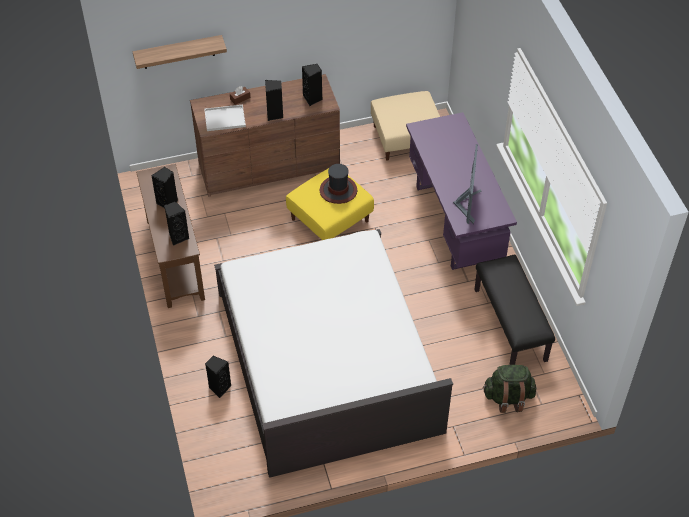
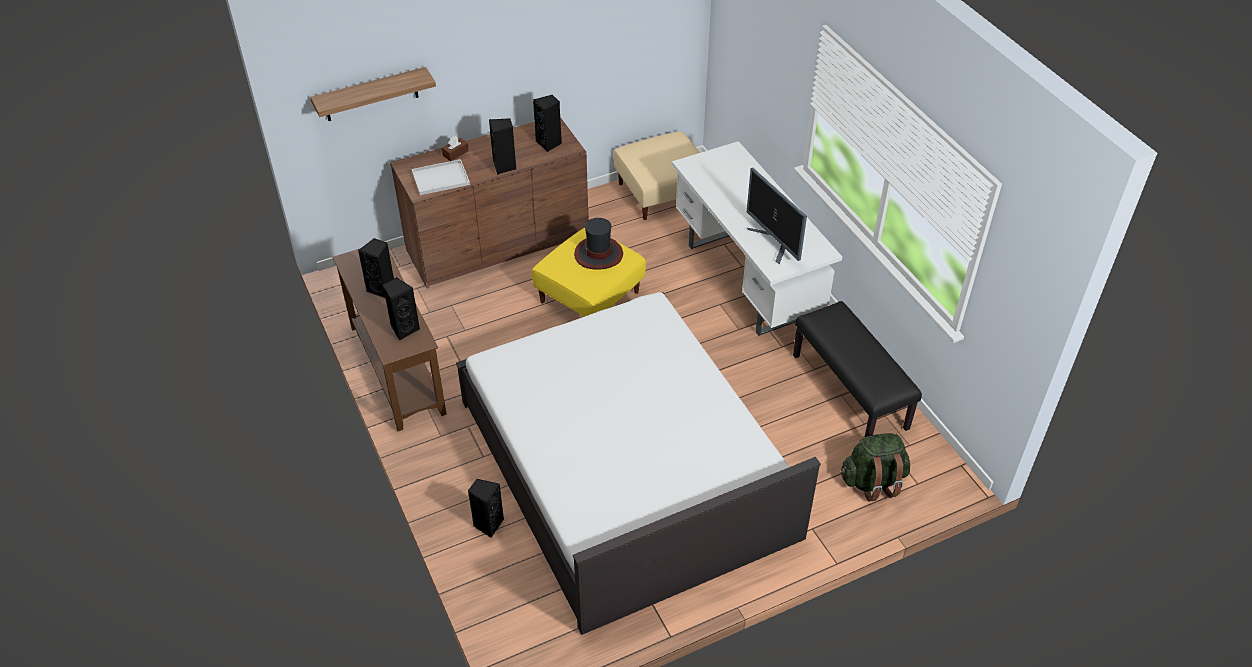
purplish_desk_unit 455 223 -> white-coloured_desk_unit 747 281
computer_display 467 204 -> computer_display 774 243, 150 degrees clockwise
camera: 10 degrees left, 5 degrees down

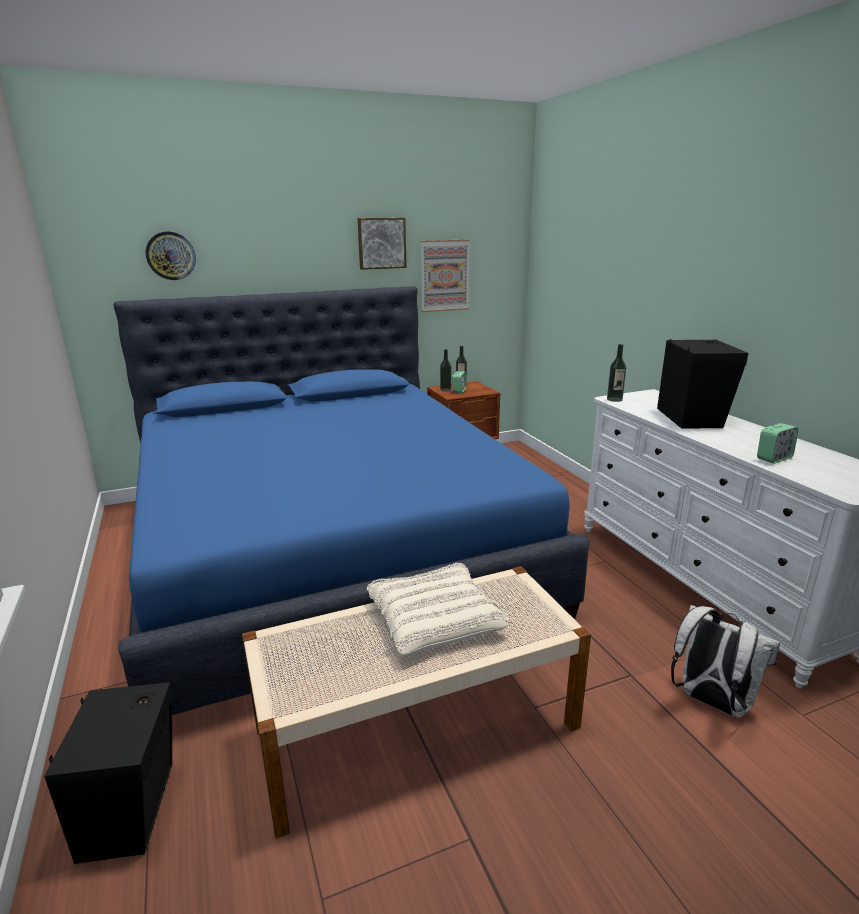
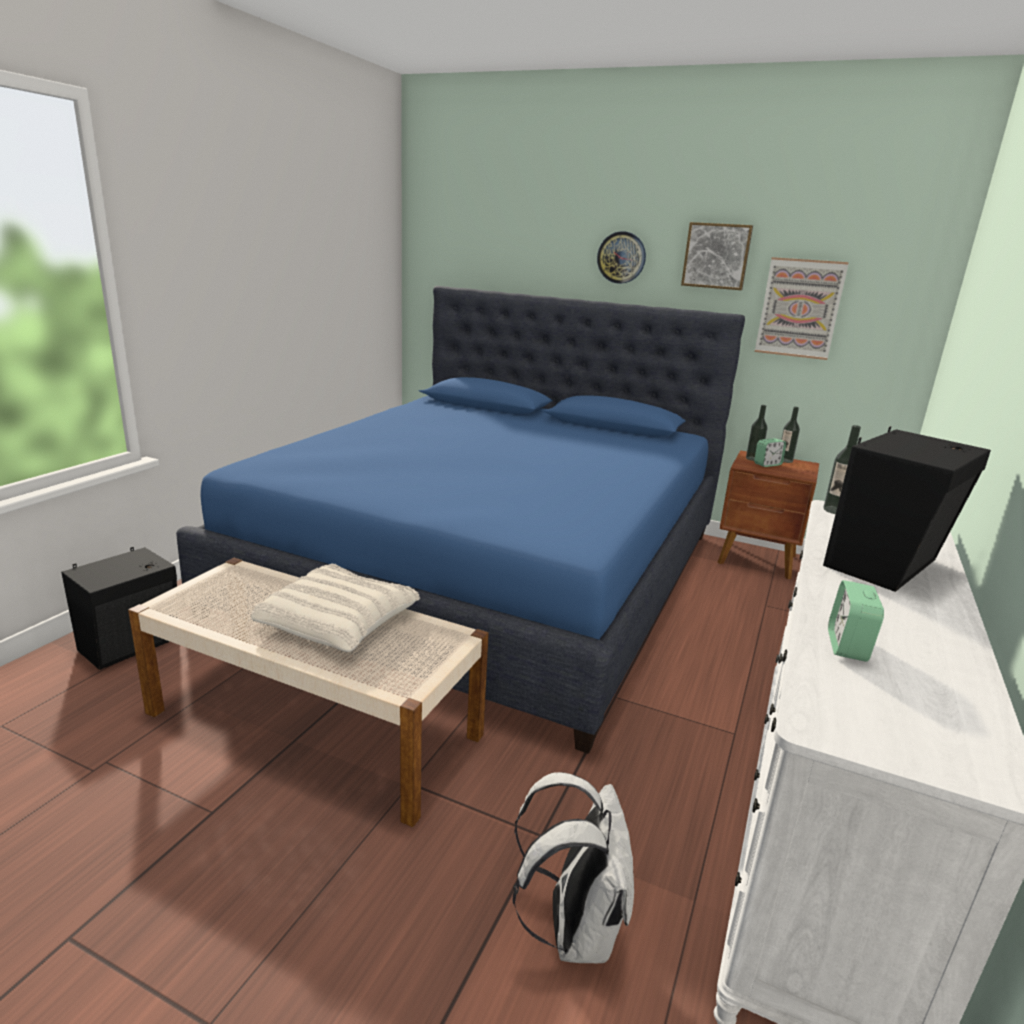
hanging_clock 171 256 -> hanging_clock 621 257, move
table_clock 773 458 -> table_clock 847 646, 90 degrees clockwise
camera: 45 degrees right, 0 degrees up

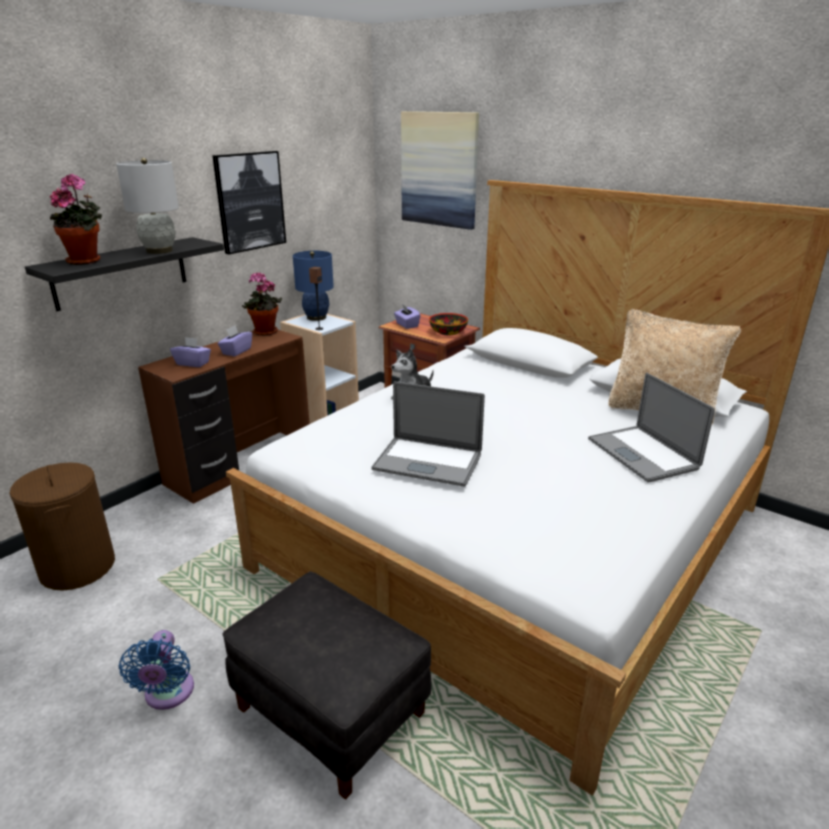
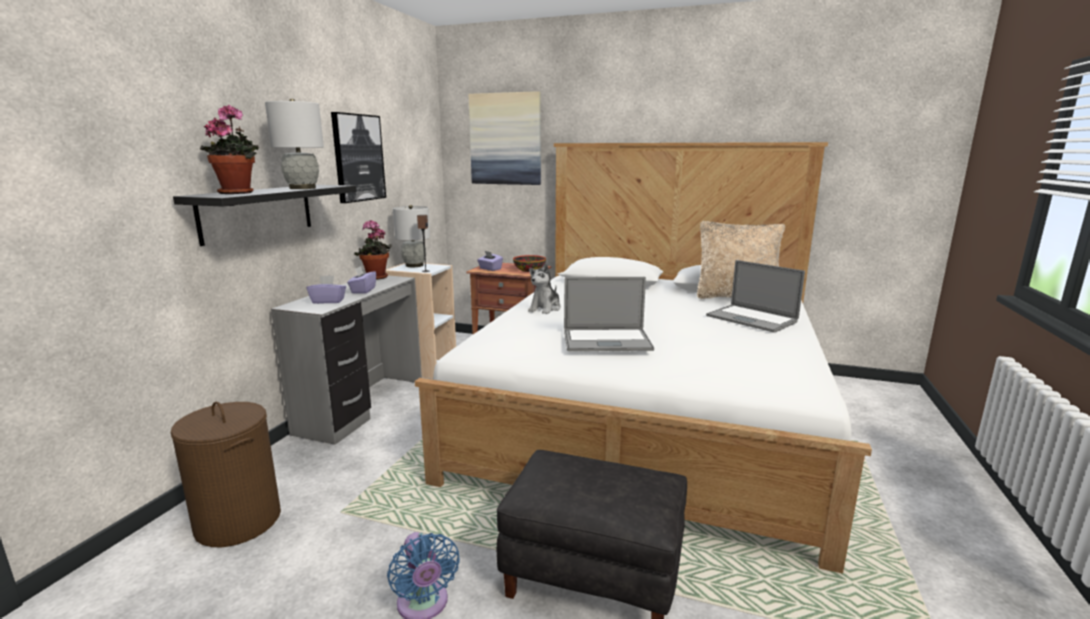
brownish_desk_unit 242 464 -> grey_desk_unit 364 406
blue_table_lamp 316 317 -> white-coloured_table_lamp 414 265
camera: 20 degrees left, 10 degrees down

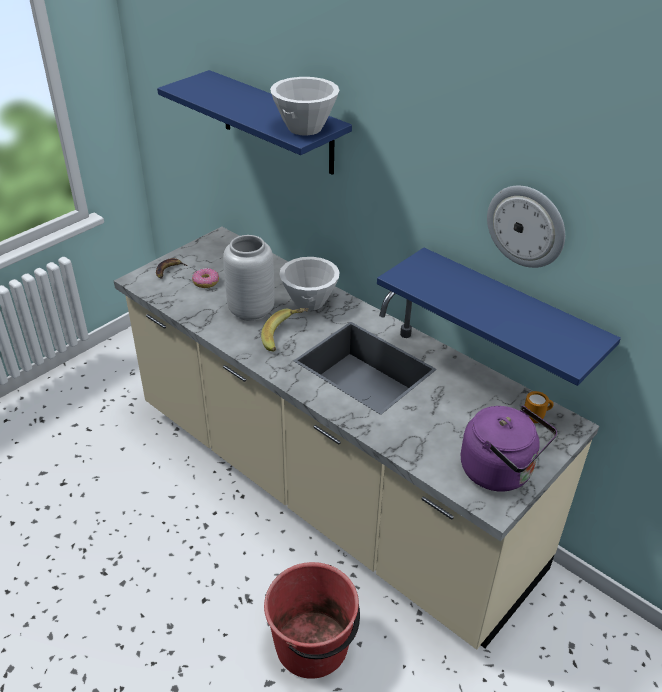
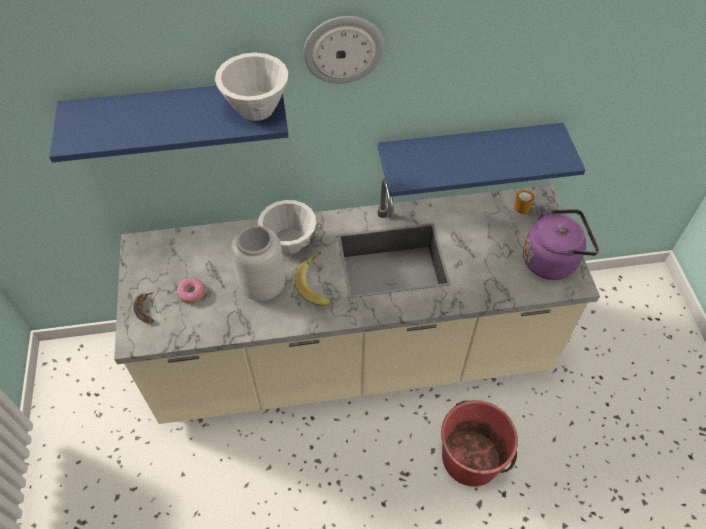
hanging_clock 526 226 -> hanging_clock 343 49, move
camera: 50 degrees left, 15 degrees up

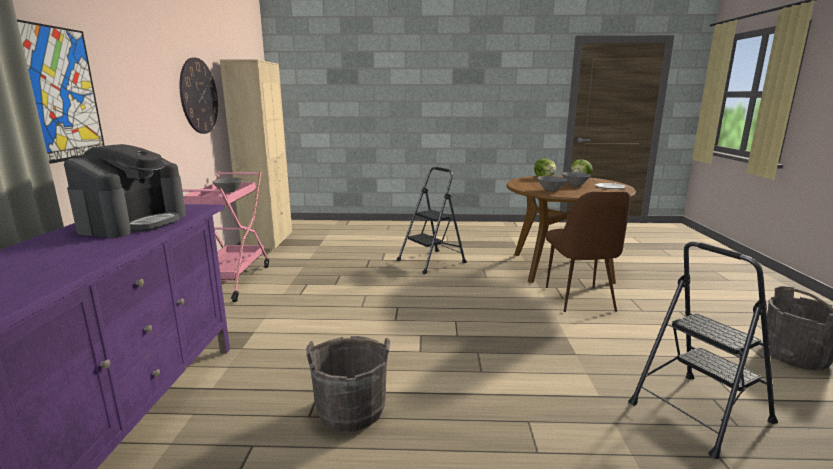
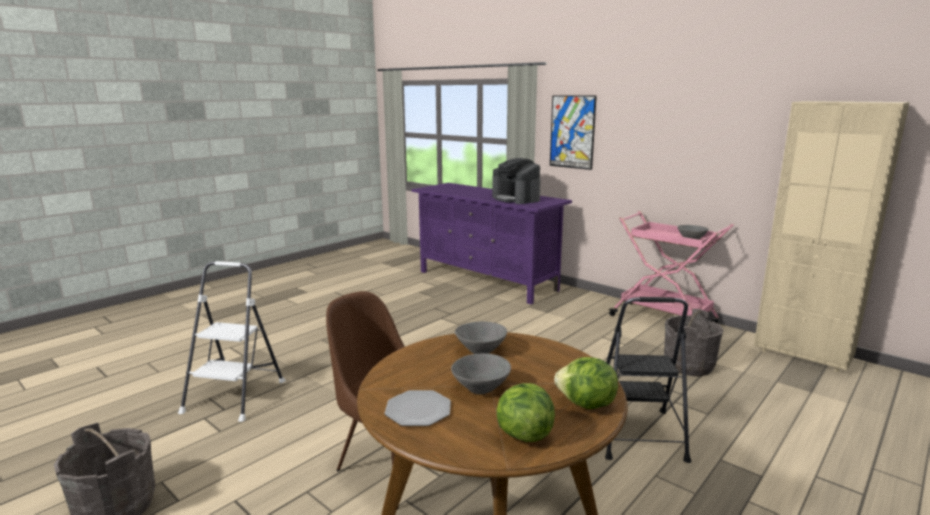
hanging_clock 199 96 -> none
grey_bucket 351 410 -> grey_bucket 688 365, move
black-coloured_step_stool 697 412 -> white-coloured_step_stool 236 394
camera: 130 degrees right, 0 degrees up

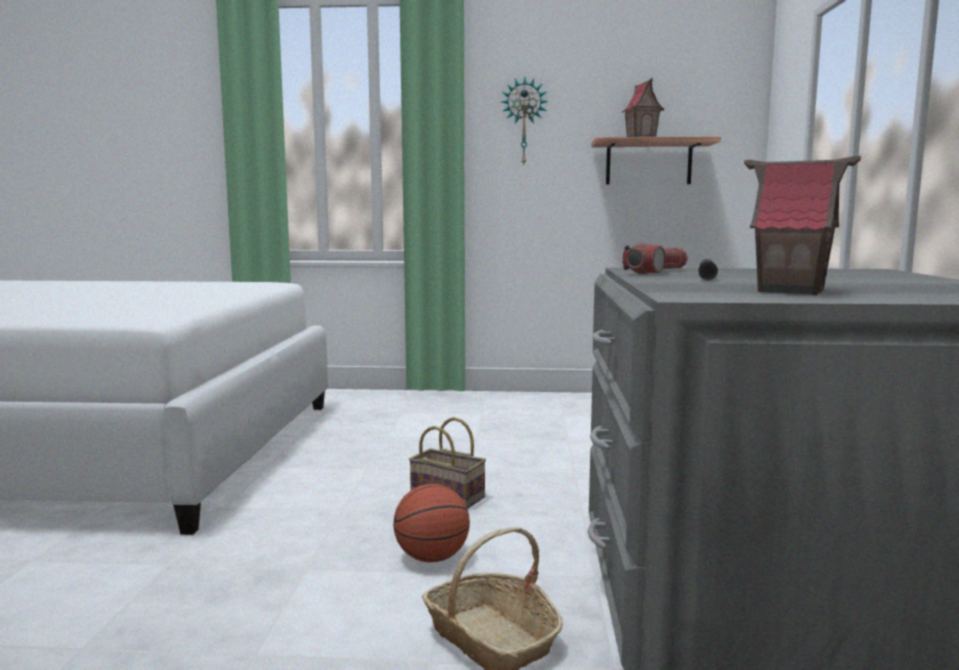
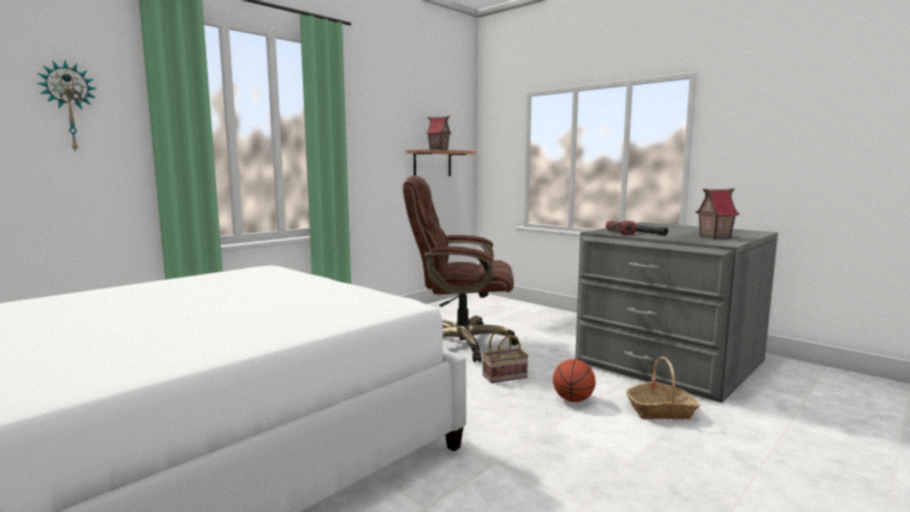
none -> brownish_desk_chair 462 343
hanging_clock 524 122 -> hanging_clock 69 107, move
camera: 50 degrees left, 0 degrees up

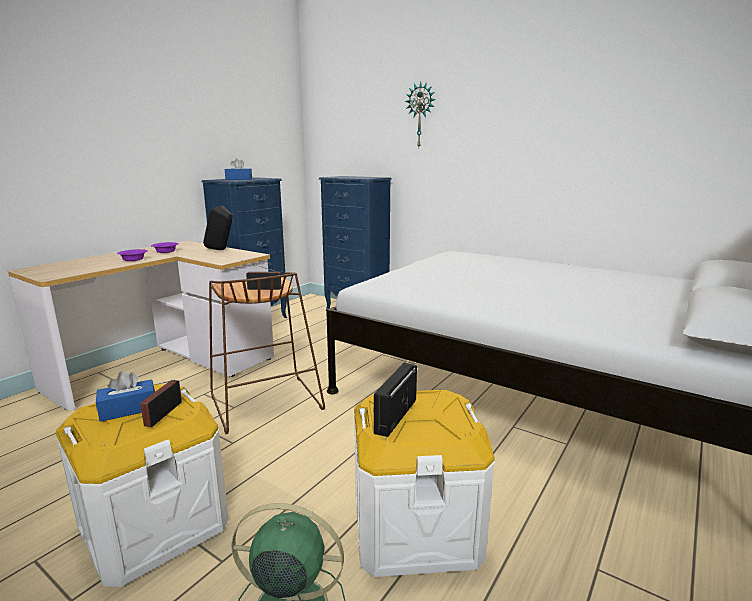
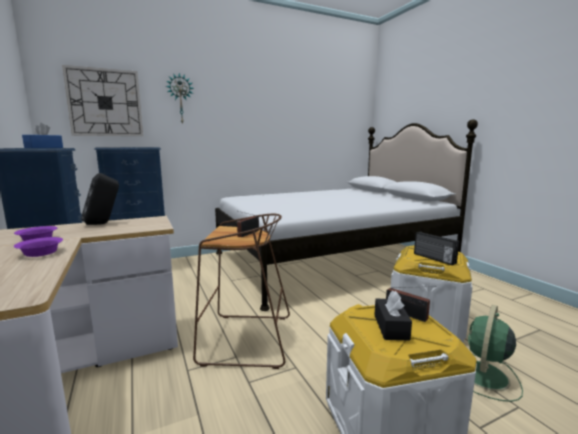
none -> hanging_clock 105 103
blue_box_of_tissues 128 409 -> black-coloured_box_of_tissues 391 327
camera: 60 degrees left, 5 degrees down

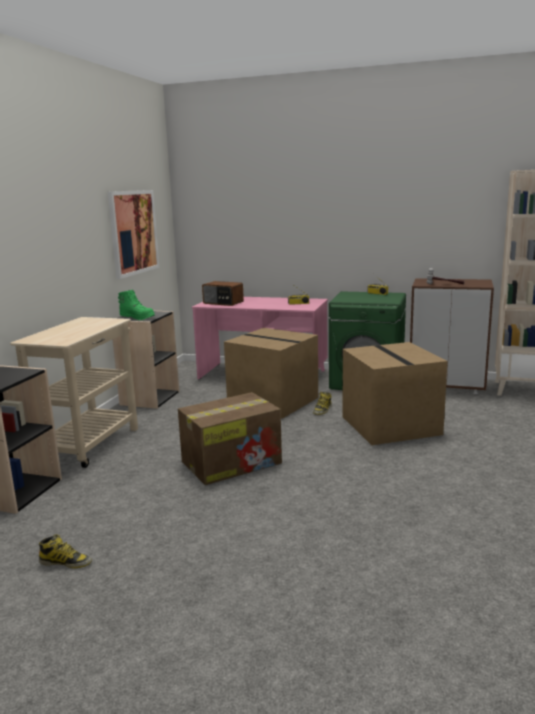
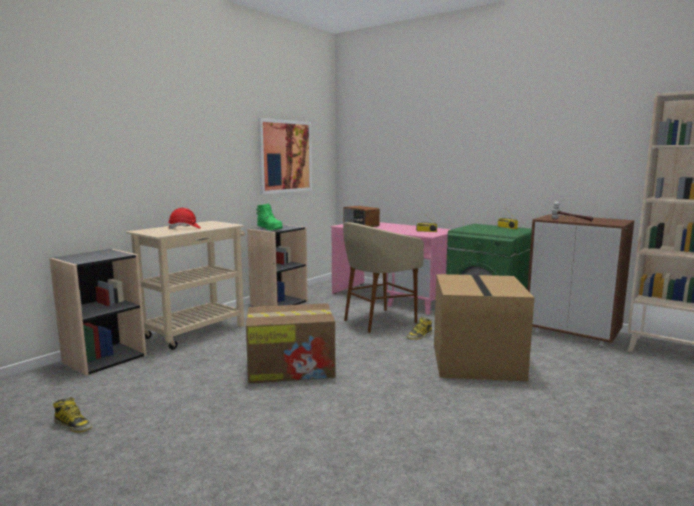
none -> reddish_safety_helmet 184 228
cardboard_box 271 401 -> beige_stool 378 321
camera: 20 degrees right, 5 degrees down

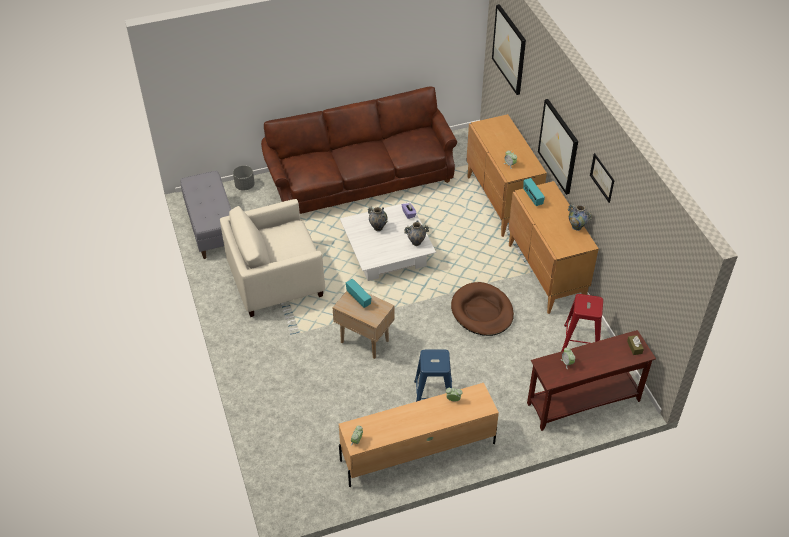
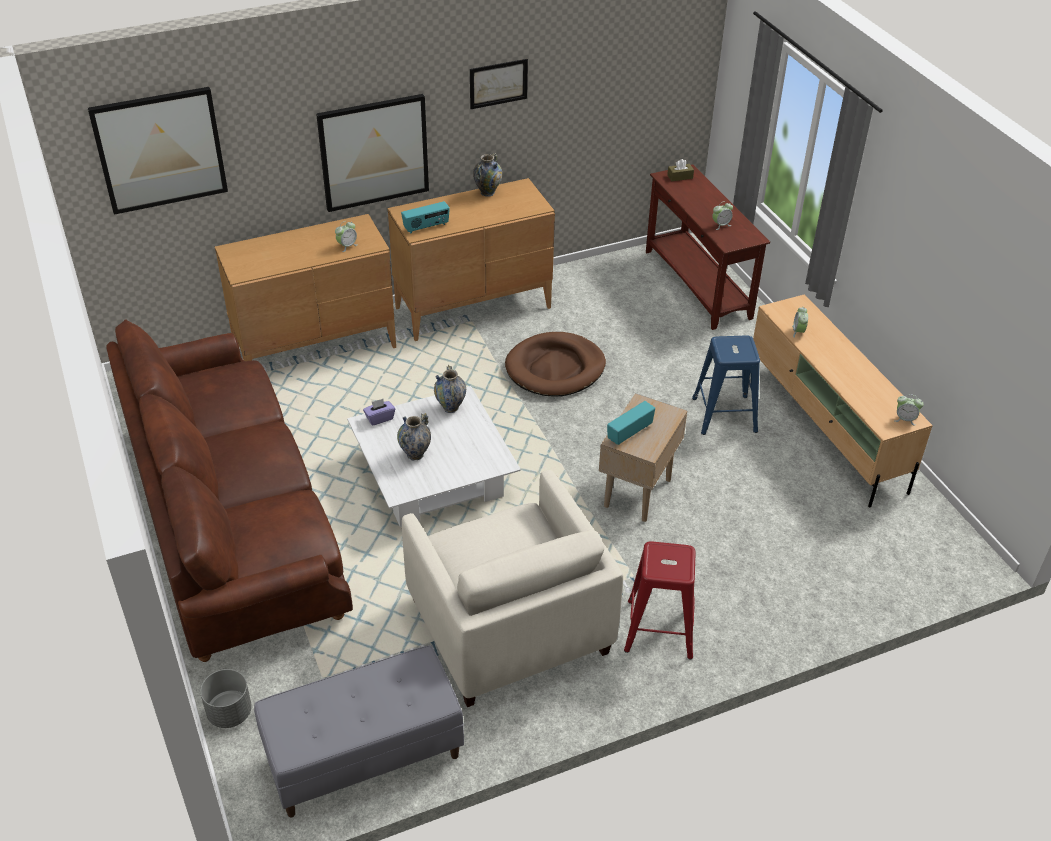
reddish_stool 581 341 -> reddish_stool 659 628, move
camera: 95 degrees left, 5 degrees down

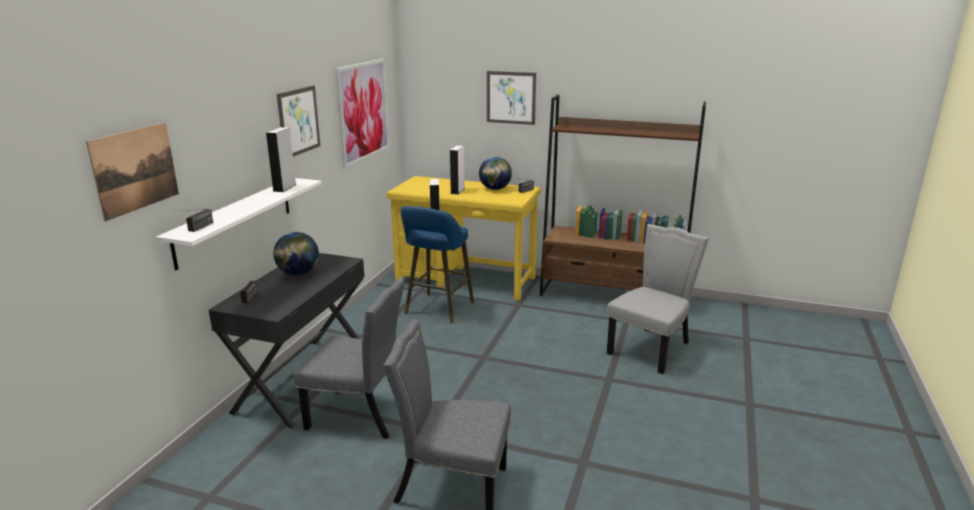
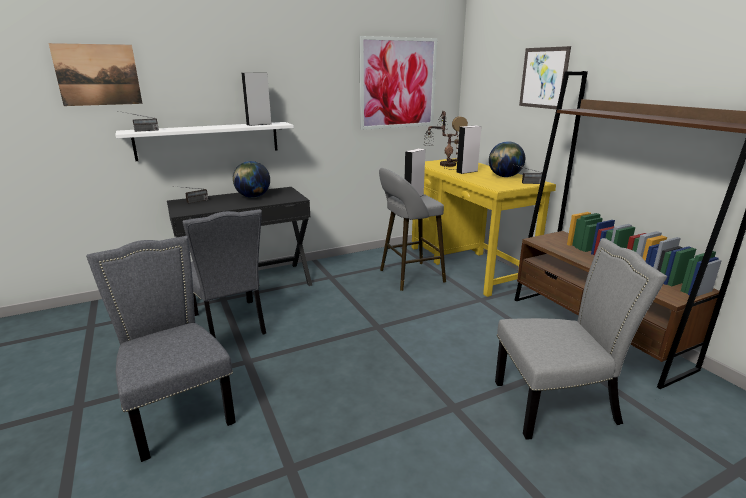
picture 299 121 -> none
none -> table_lamp 446 165
blue_stool 437 309 -> grey_stool 408 276
camera: 45 degrees right, 0 degrees up

